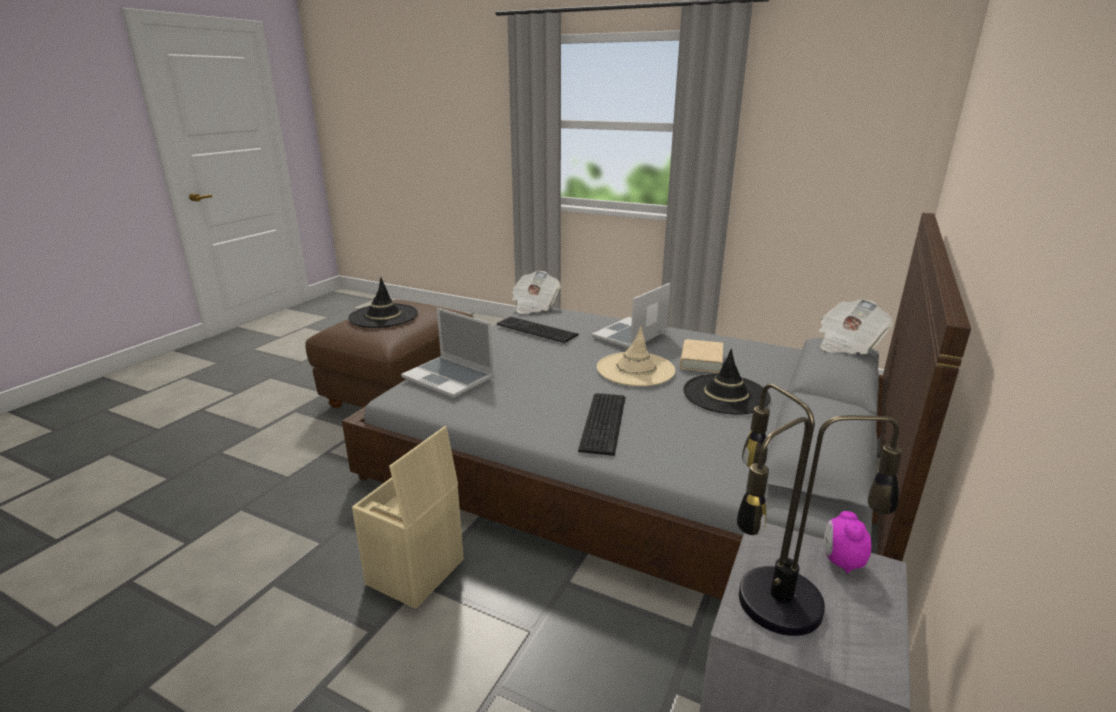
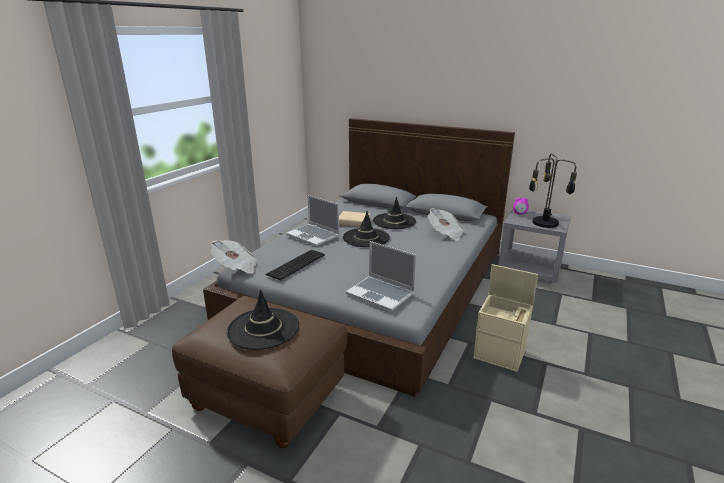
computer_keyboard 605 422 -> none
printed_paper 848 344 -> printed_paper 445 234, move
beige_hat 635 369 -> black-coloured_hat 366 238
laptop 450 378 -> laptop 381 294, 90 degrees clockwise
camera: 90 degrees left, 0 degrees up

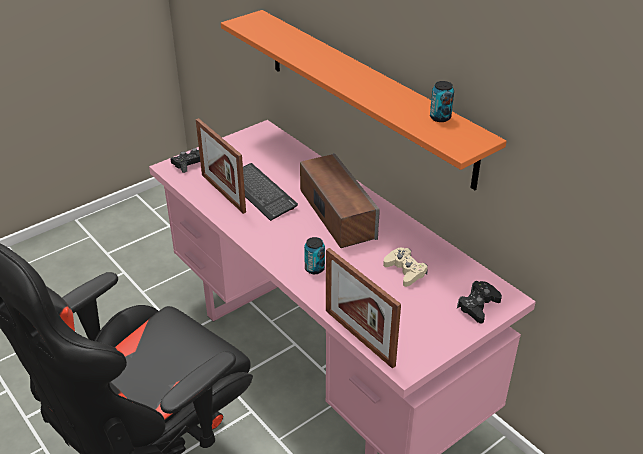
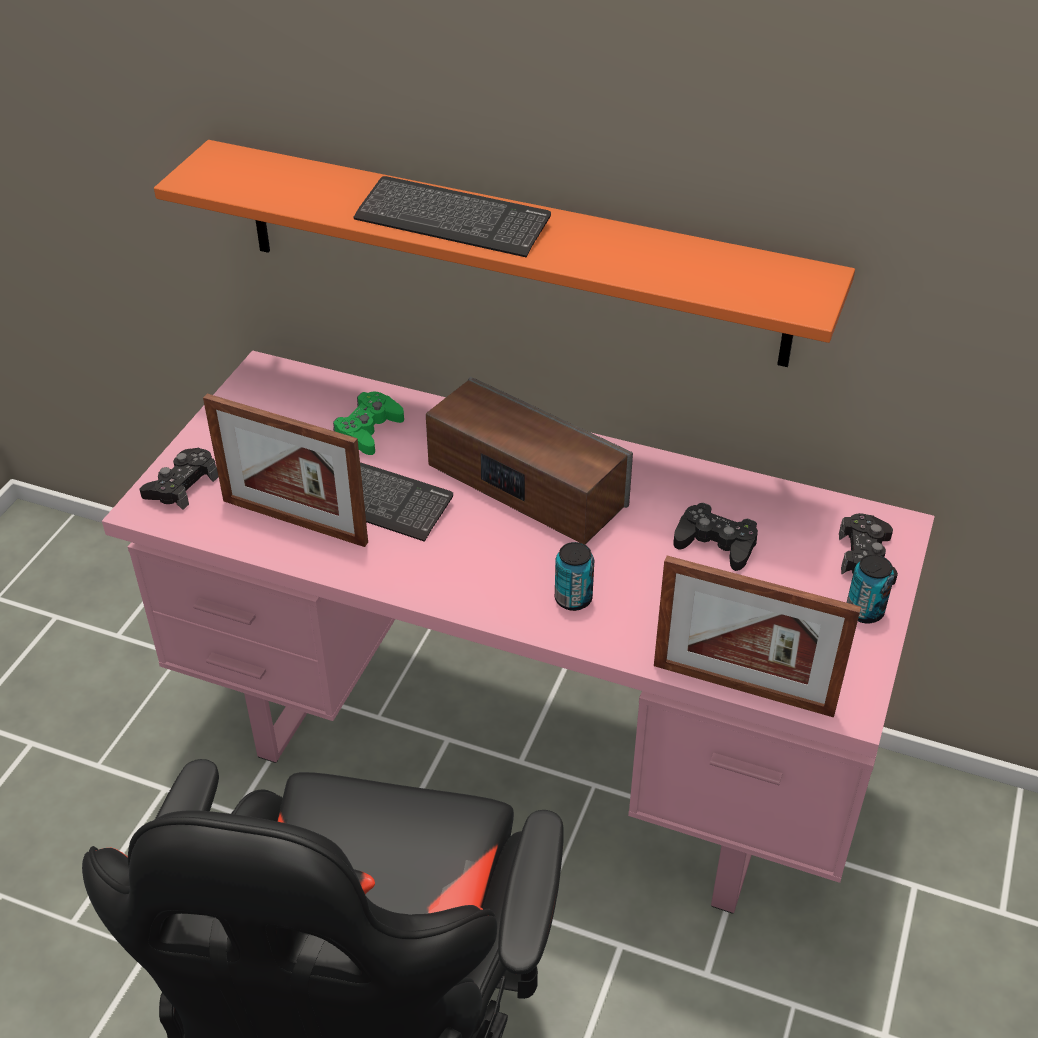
none -> green-coloured_gamepad 368 430
none -> computer_keyboard 452 221
metal_can 440 117 -> metal_can 864 611, move
beige_gamepad 405 271 -> black-coloured_gamepad 716 543
camera: 30 degrees left, 5 degrees up

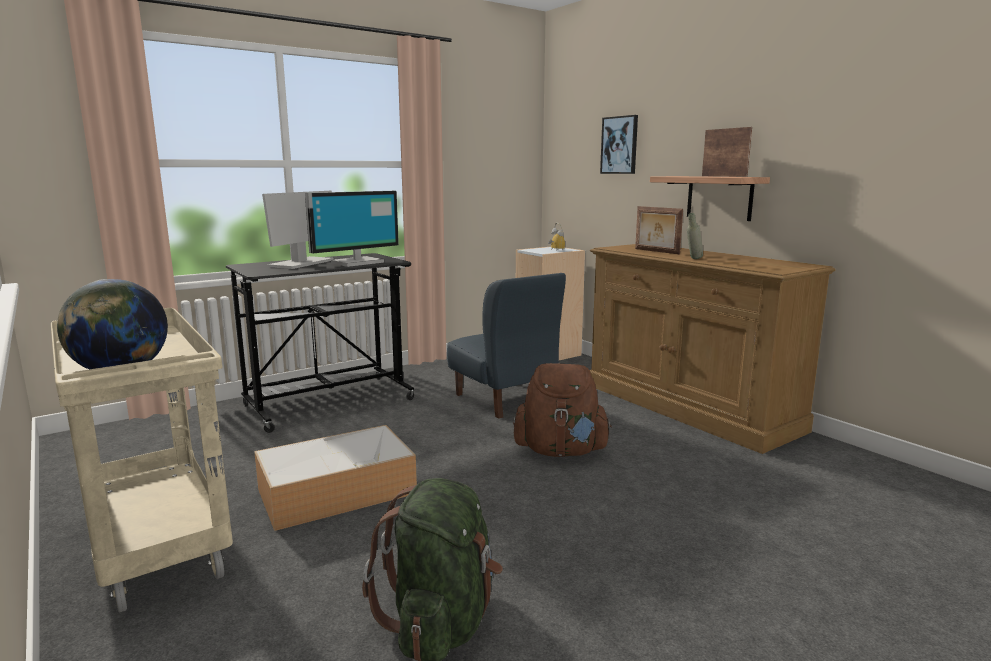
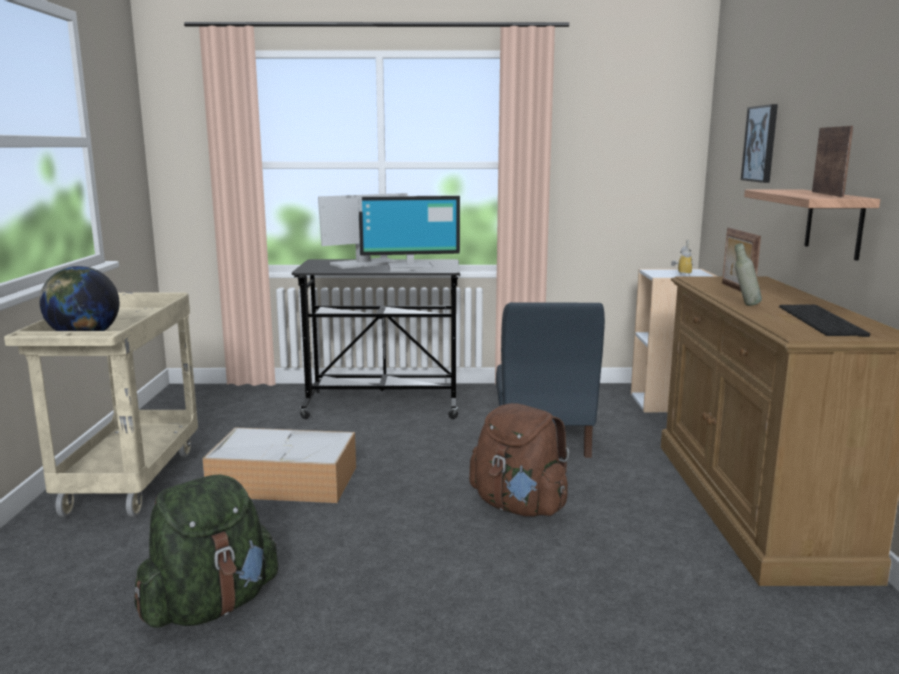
none -> computer_keyboard 823 320
camera: 35 degrees right, 0 degrees up

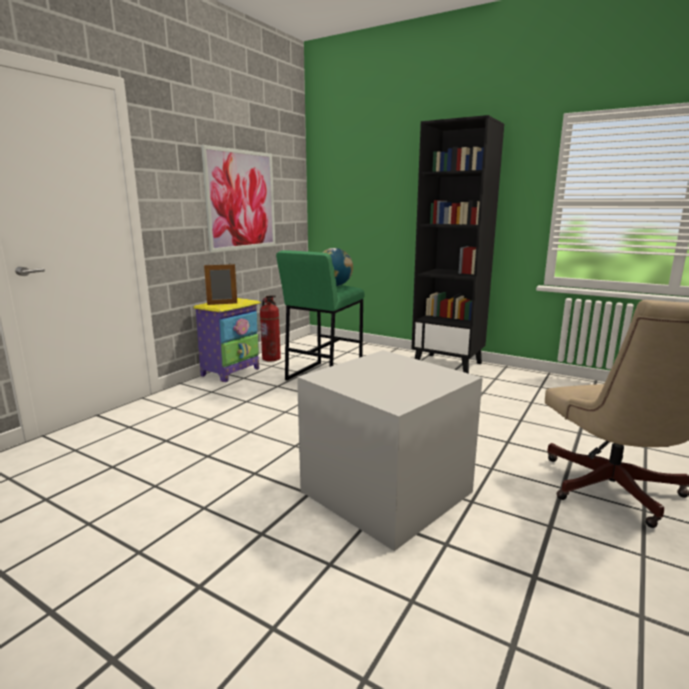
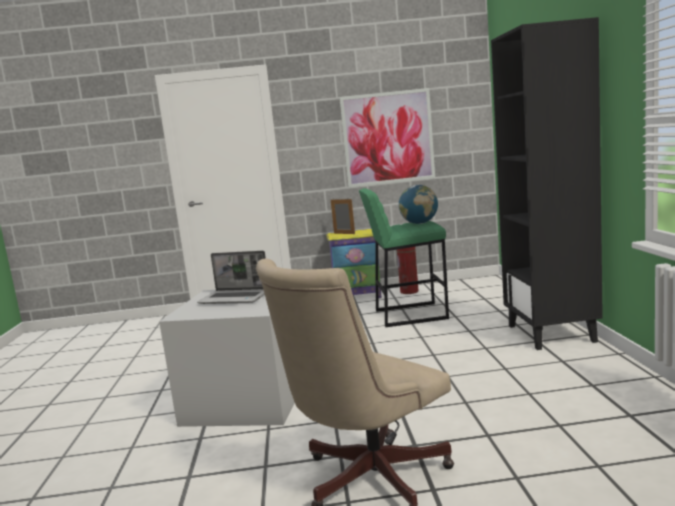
none -> laptop 235 298
camera: 55 degrees right, 5 degrees down

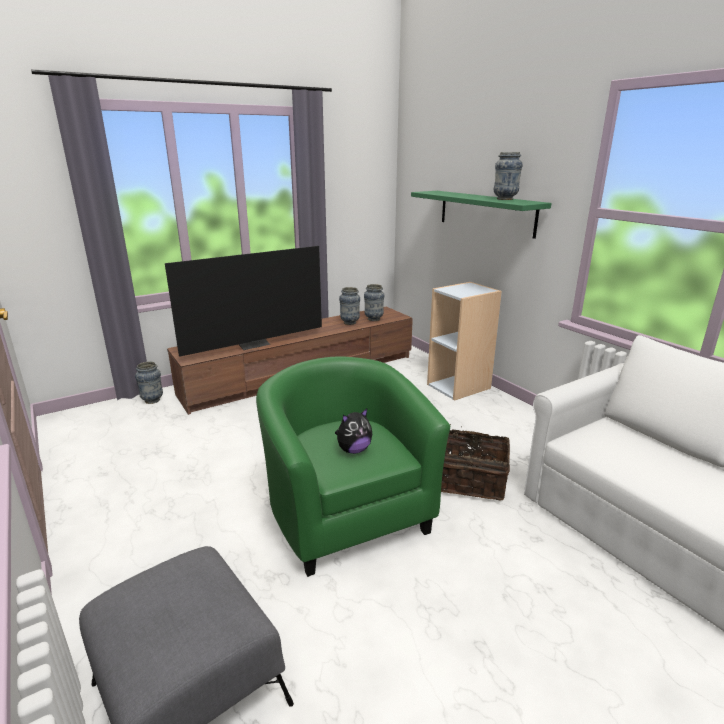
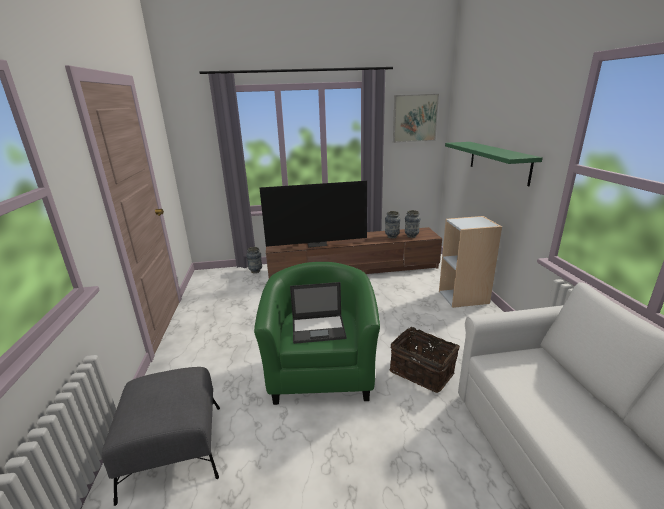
vase 505 199 -> none
none -> picture 415 118
plush_toy 353 450 -> laptop 319 328
camera: 25 degrees right, 0 degrees up

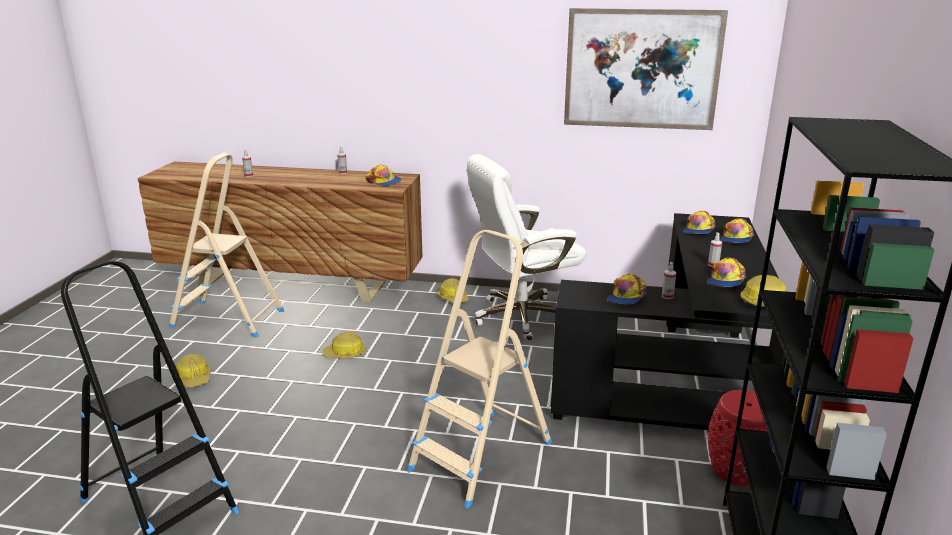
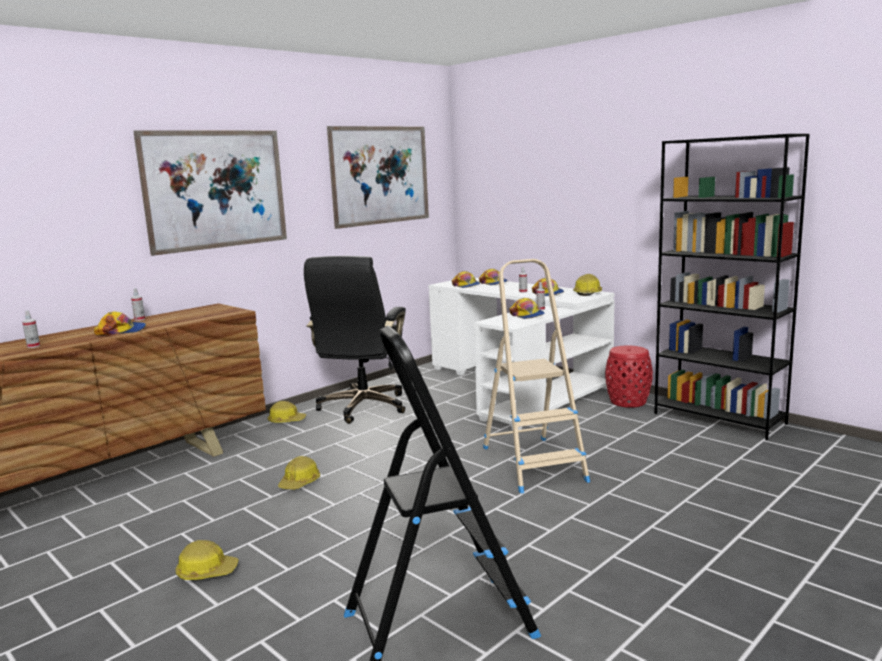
beige_step_stool 226 318 -> none
none -> picture 216 189
cap 384 182 -> cap 121 331, move
white-coloured_desk_chair 523 316 -> black-coloured_desk_chair 364 406
black-coloured_desk_unit 685 377 -> white-coloured_desk_unit 520 386
camera: 55 degrees left, 10 degrees down

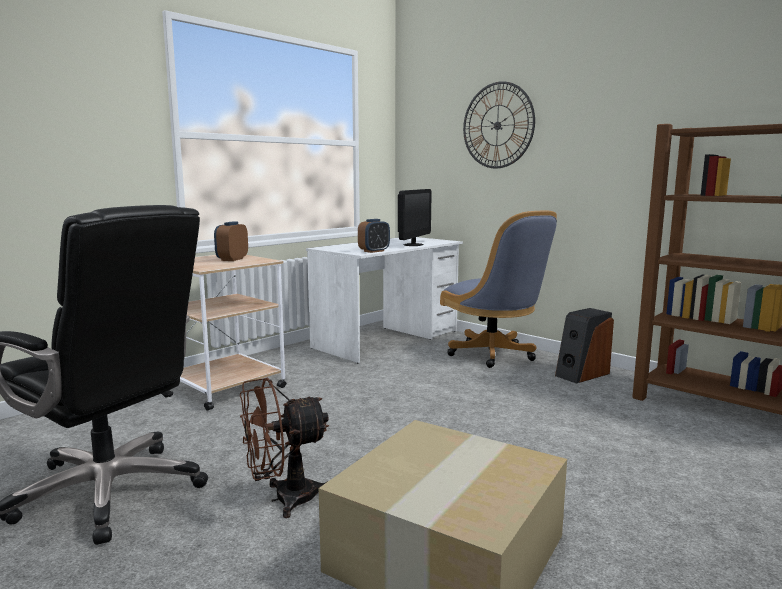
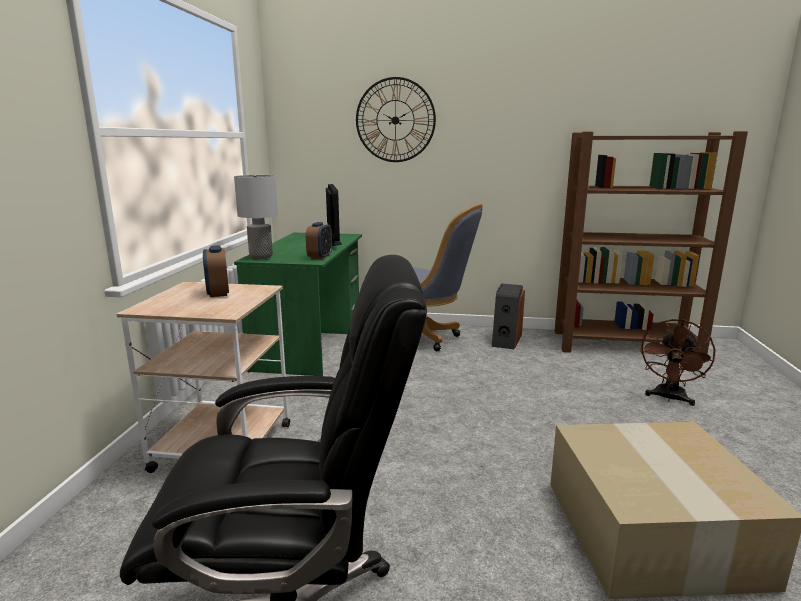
none -> grey_table_lamp 261 258
brownish_cooling_fan 284 499 -> brownish_cooling_fan 669 398, move
white-coloured_desk_unit 387 339 -> green-coloured_desk_unit 310 343
camera: 35 degrees left, 5 degrees up

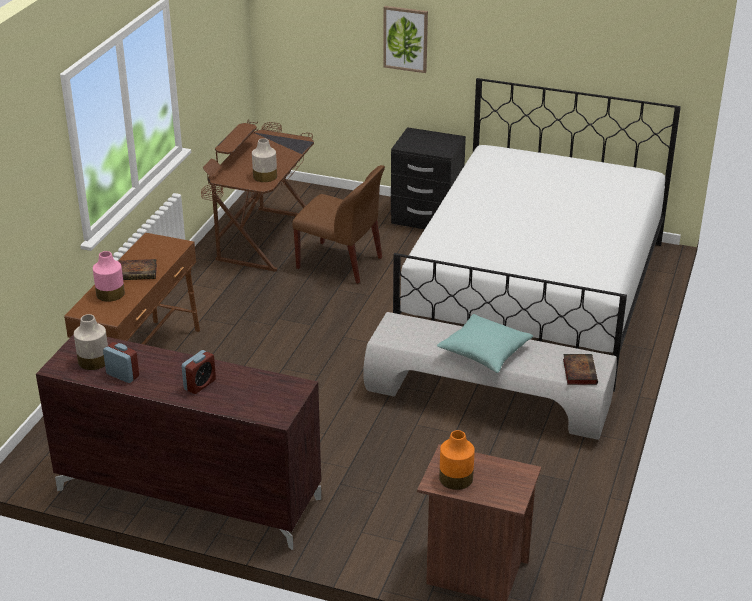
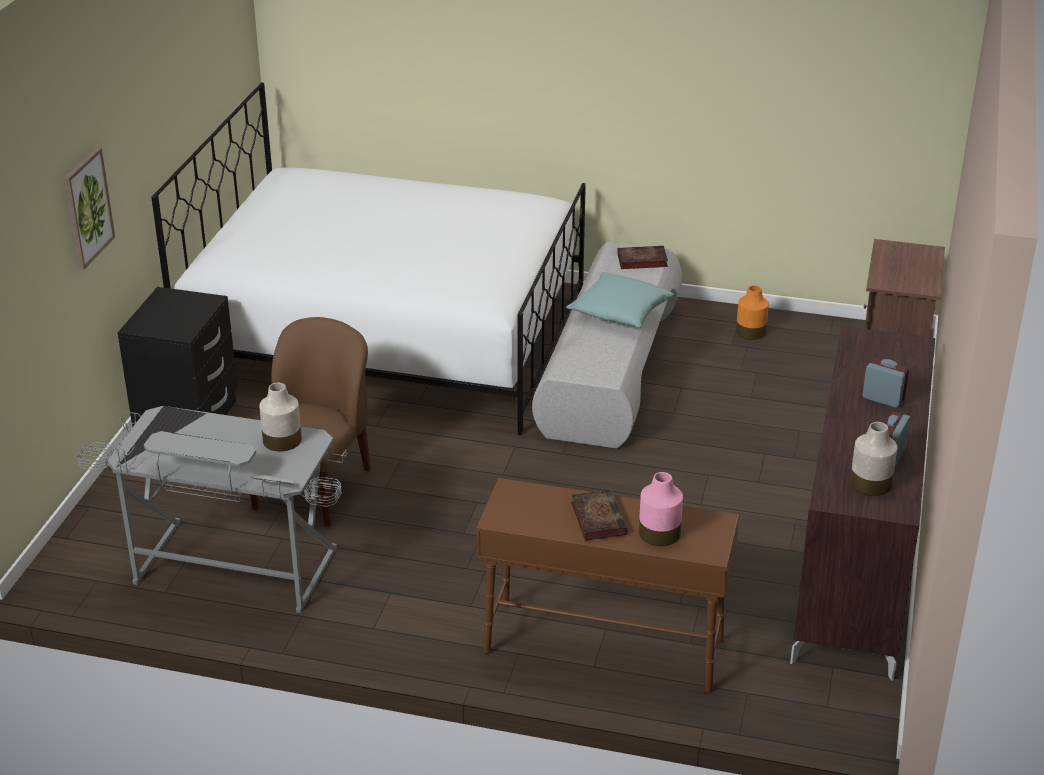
orange_vase 456 478 -> orange_vase 750 331, move
brownish_desk_unit 264 238 -> grey_desk_unit 233 569
camera: 95 degrees left, 0 degrees up

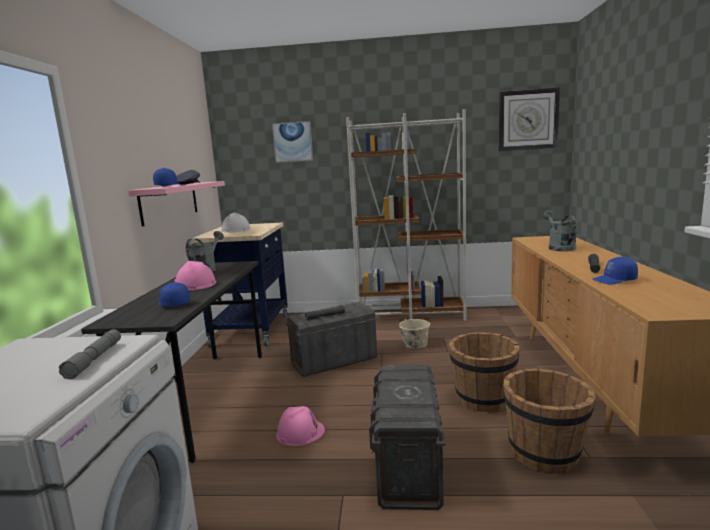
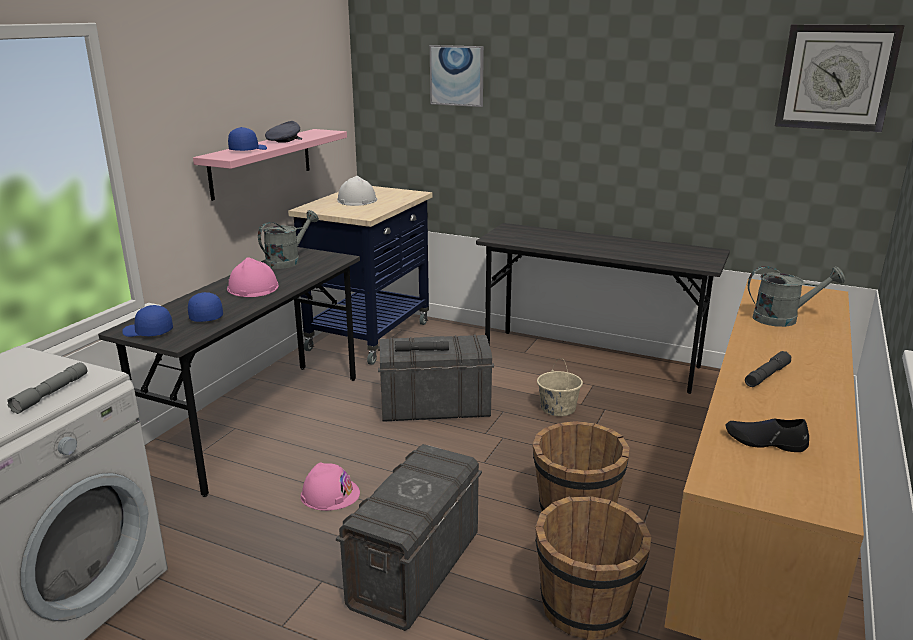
none -> black-coloured_low_shoe 765 441
blue_cap 614 280 -> blue_cap 147 332, move
brownish_bookshelf 411 316 -> grey_desk_unit 591 360
grey_watering_can 559 247 -> grey_watering_can 783 319, 75 degrees clockwise
camera: 20 degrees right, 10 degrees up

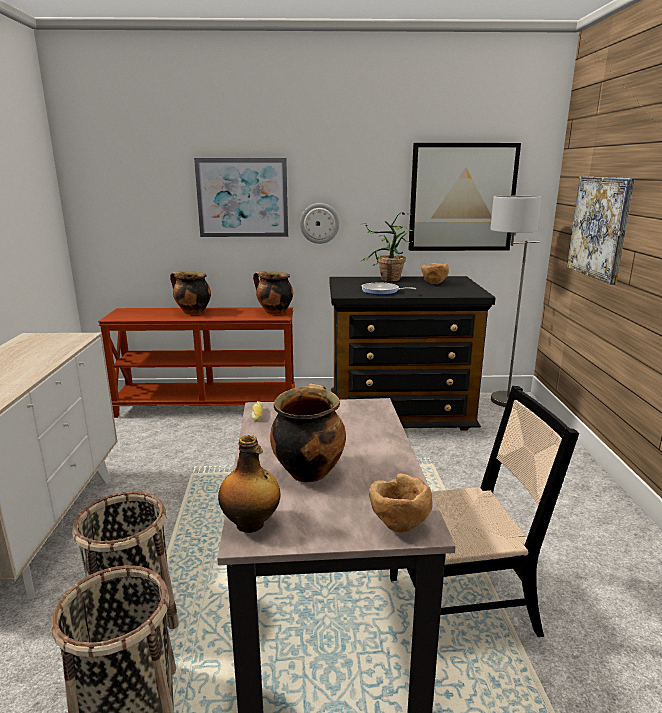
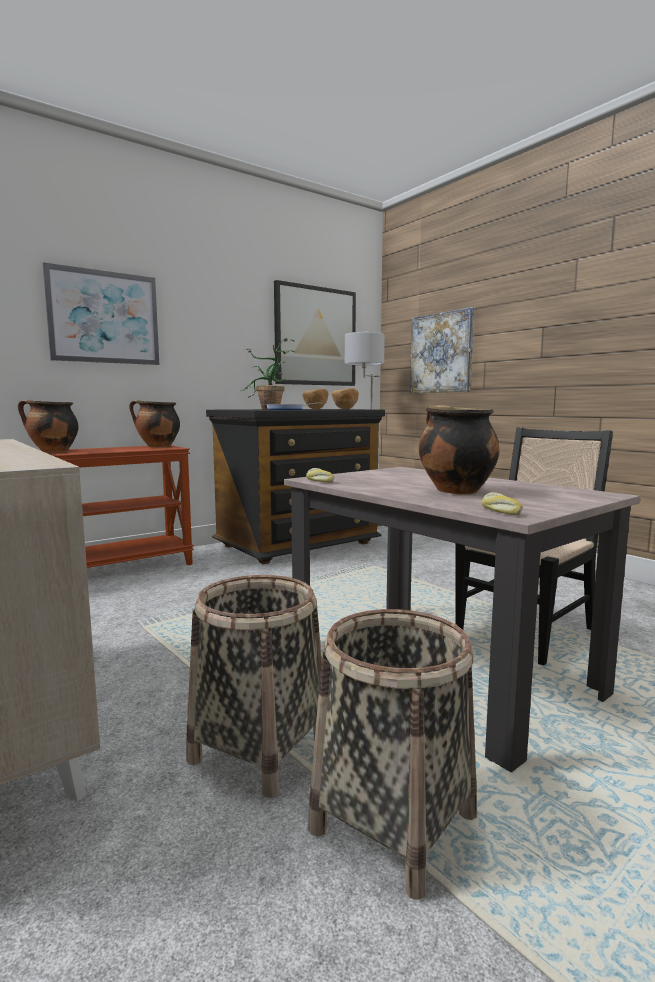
hanging_clock 319 223 -> none
brownish_serving_bowl 398 525 -> brownish_serving_bowl 345 409, move
drink_bottle 251 524 -> baked_bread 499 511
camera: 35 degrees left, 10 degrees down

